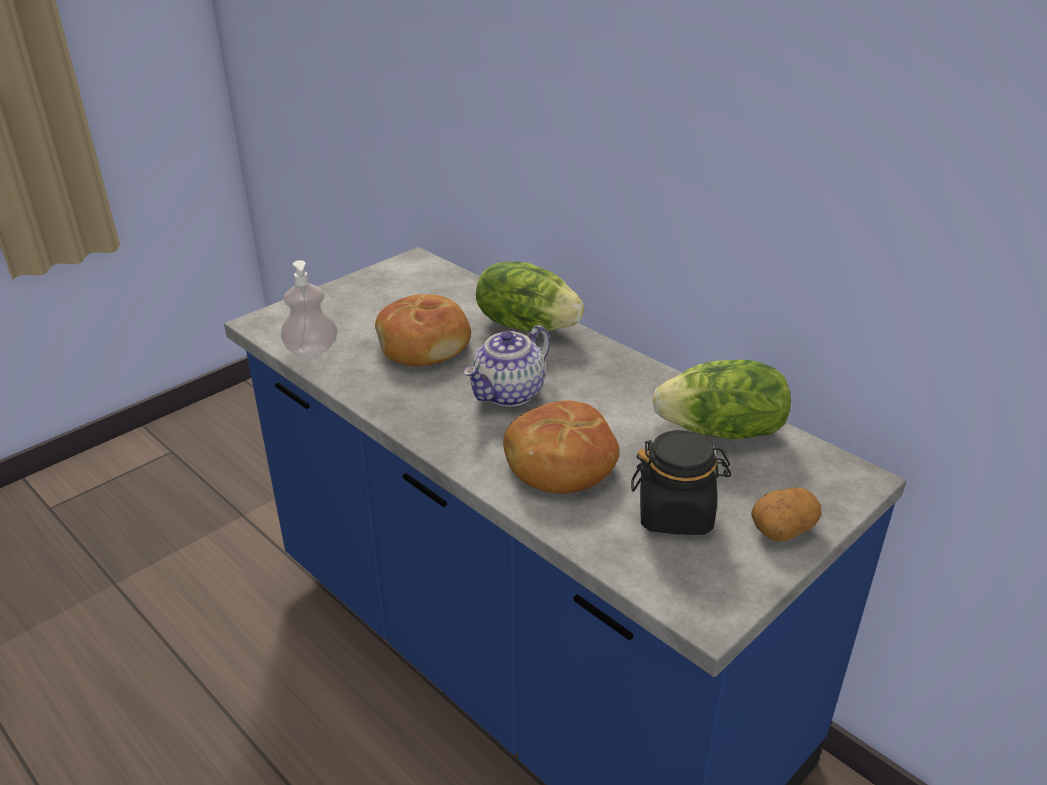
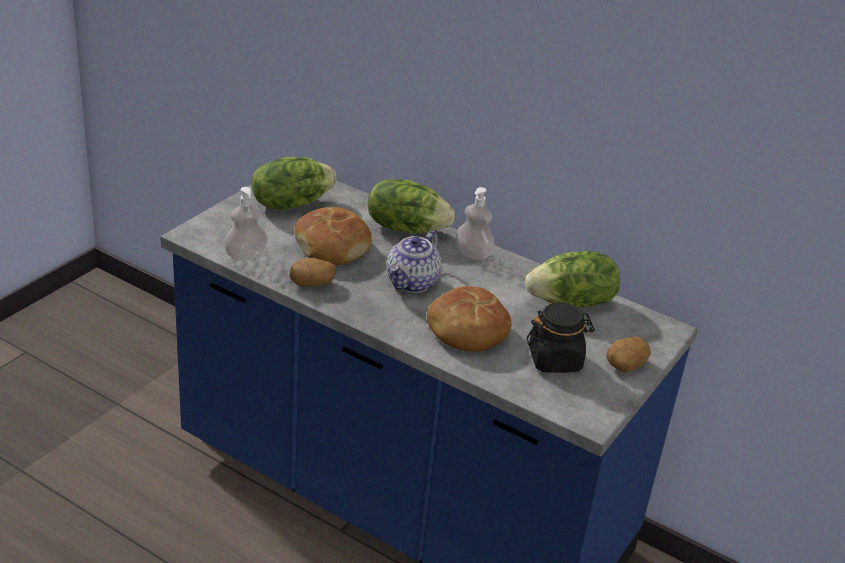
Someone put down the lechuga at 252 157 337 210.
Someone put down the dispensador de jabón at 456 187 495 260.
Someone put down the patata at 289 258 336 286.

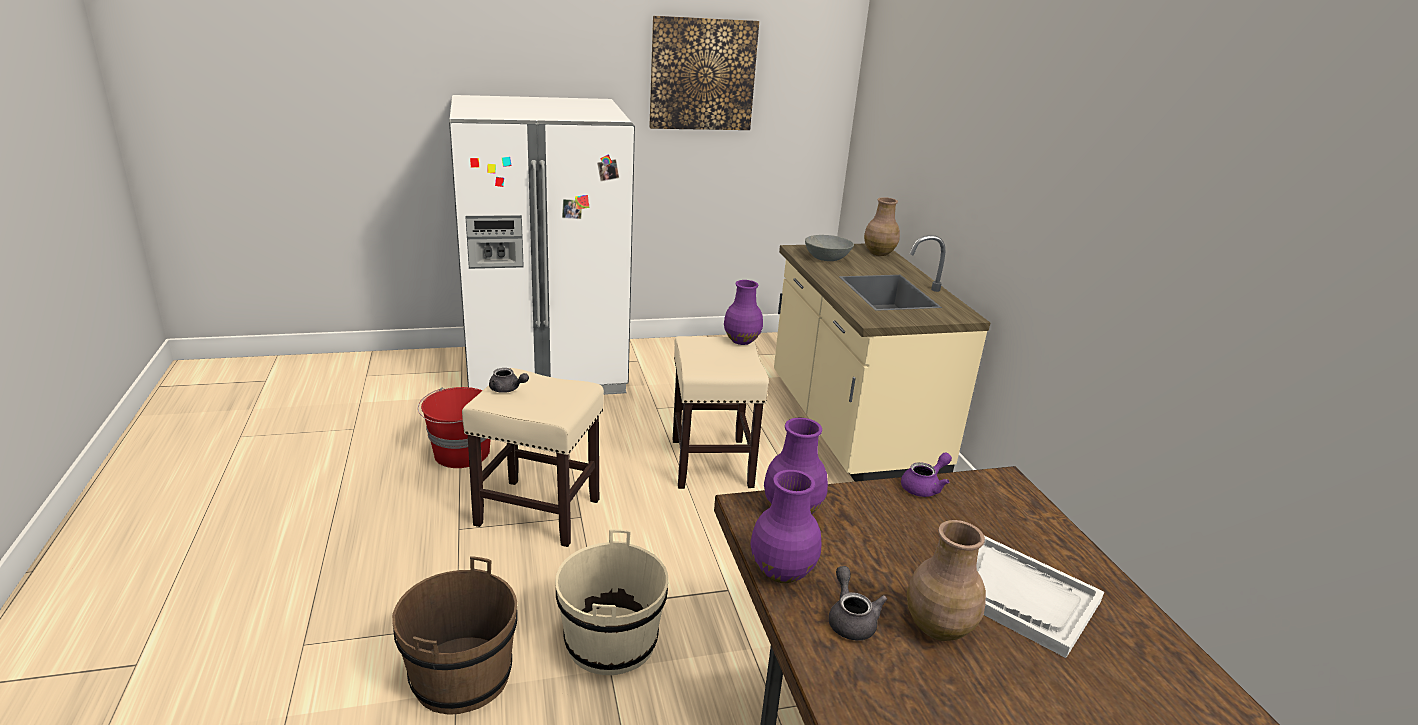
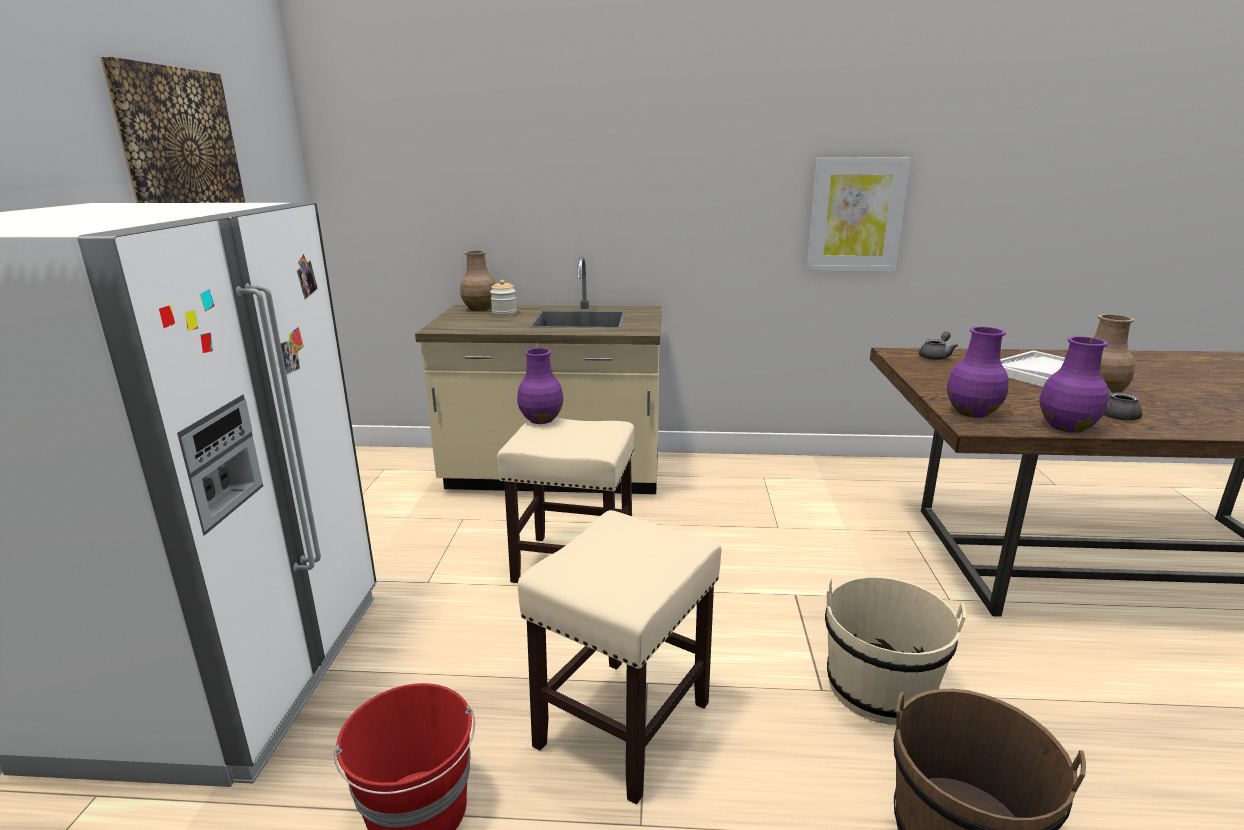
Someone took away the cuenco [gris] at 805 235 854 261.
Someone carried the tetera [gris] from 489 368 529 393 to 919 331 958 360.
Someone took away the tetera [morado] at 901 453 952 497.
Someone put up the cuadro at 806 157 911 271.
Someone put down the tarro at 490 280 517 316.

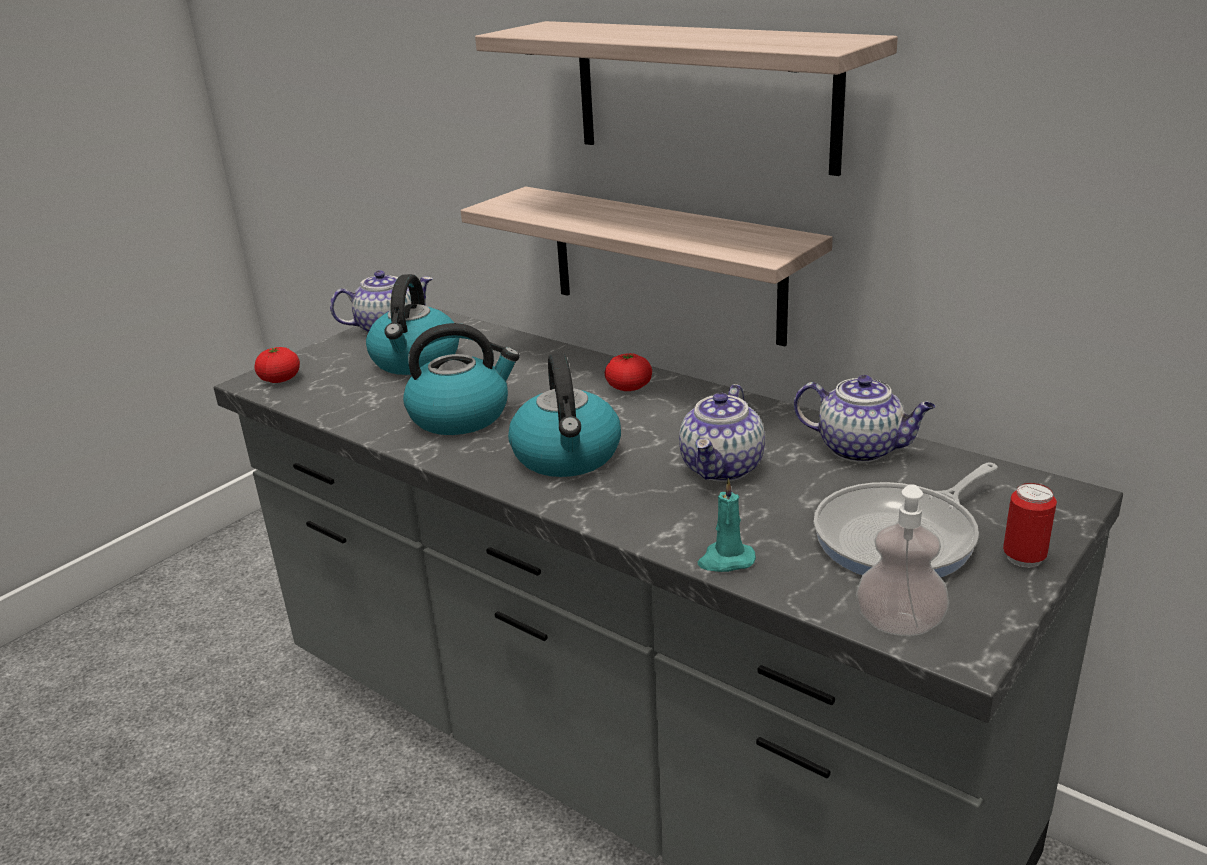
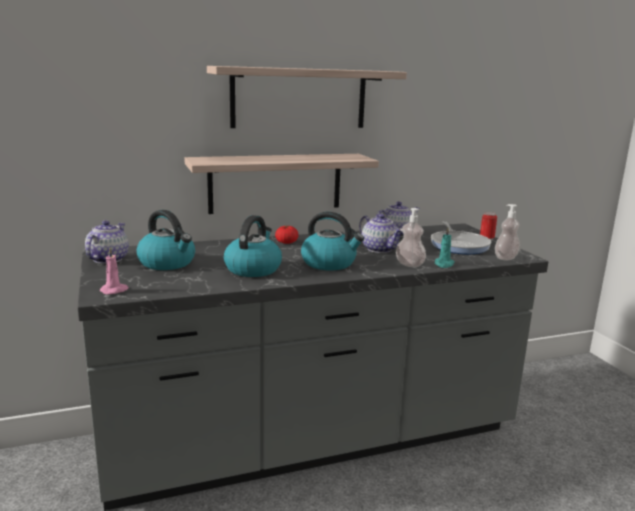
Someone swapped the tomate at 254 347 300 383 for the vela [rosa] at 100 247 128 295.
Someone put down the dispensador de jabón at 396 208 426 267.

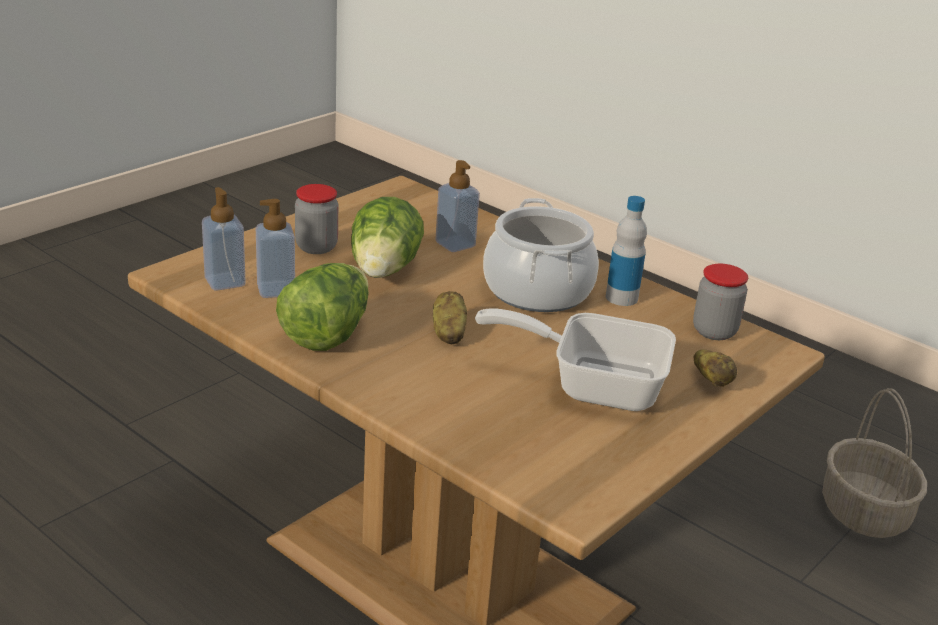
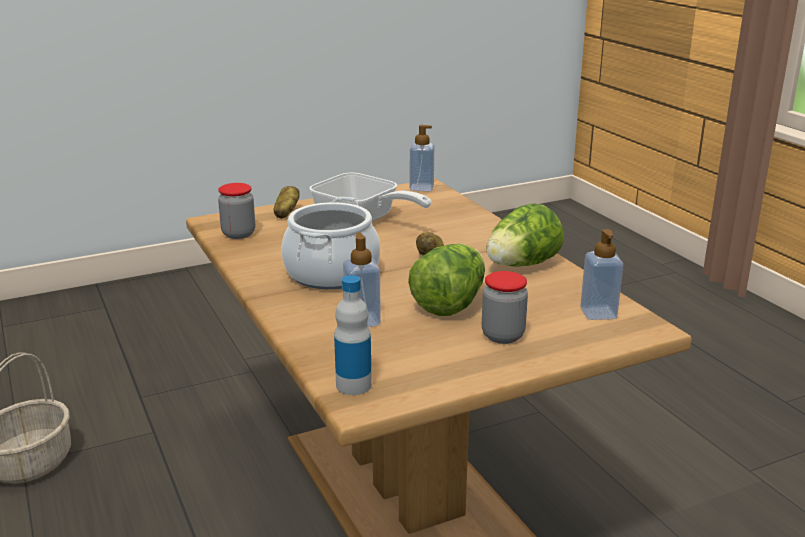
Someone carried the botella from 606 196 647 306 to 334 275 372 395.
Someone carried the dispensador de jabón from 256 199 295 298 to 410 125 434 191.

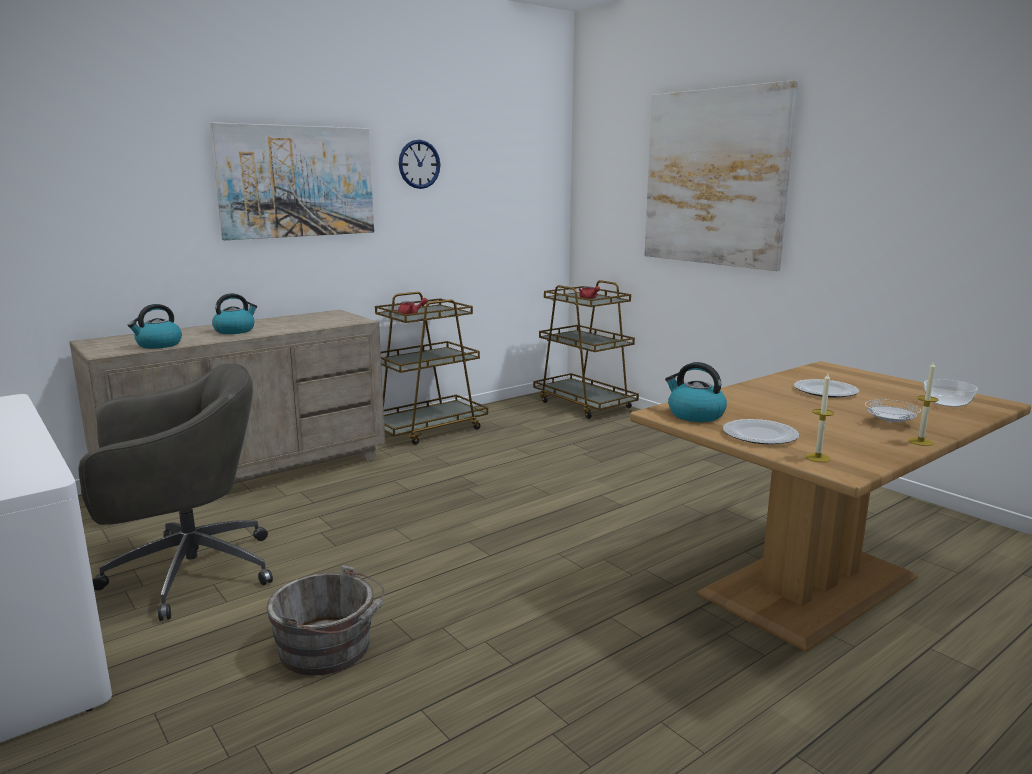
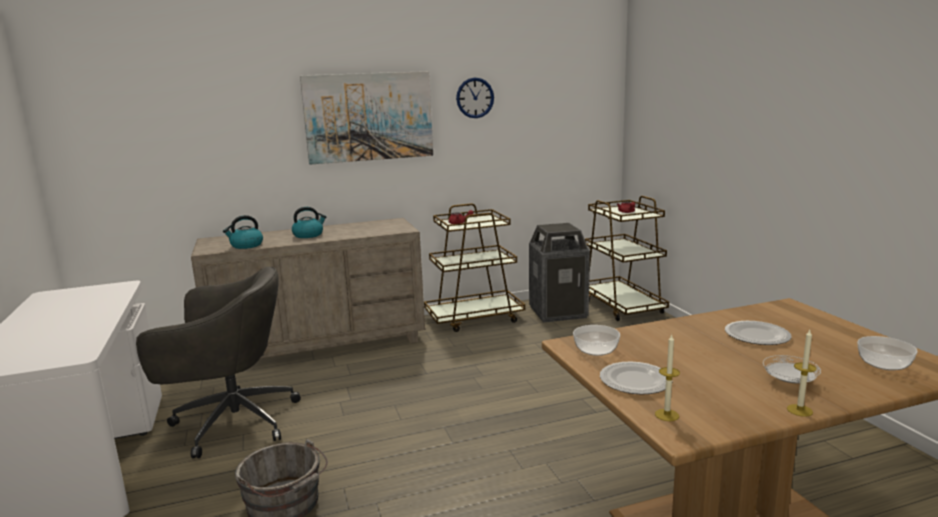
Someone took away the cuadro at 644 80 798 271.
Someone swapped the hervidor at 665 362 727 422 for the cuenco at 573 325 620 356.
Someone put down the papelera at 529 223 590 323.

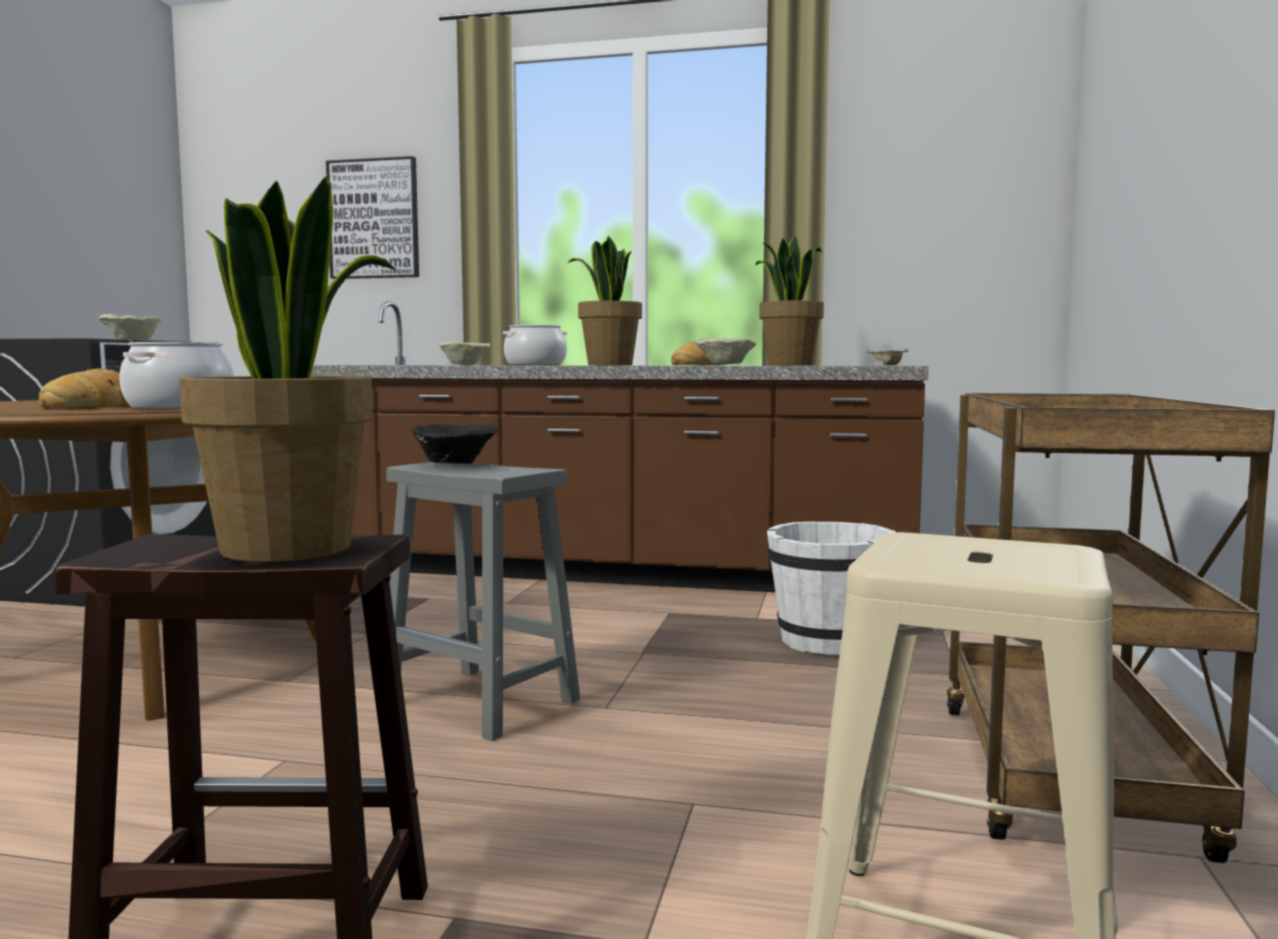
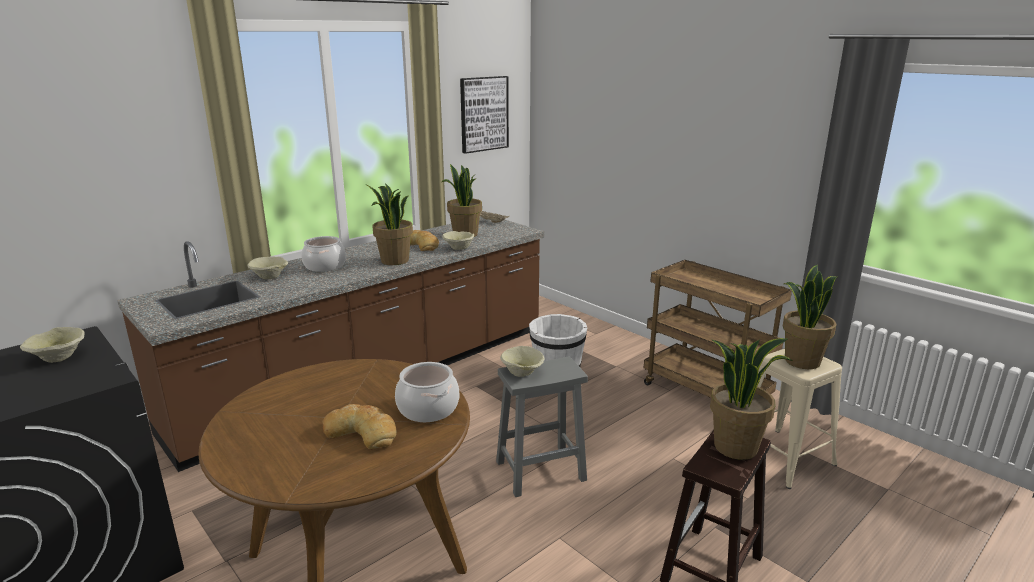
Someone carried the cuadro from 326 156 419 279 to 460 76 509 154.
Someone repainted the cuenco [negro] at 412 424 497 464, which became the cuenco [beis] at 500 346 545 377.
Someone put down the planta en maceta at 783 265 838 369.

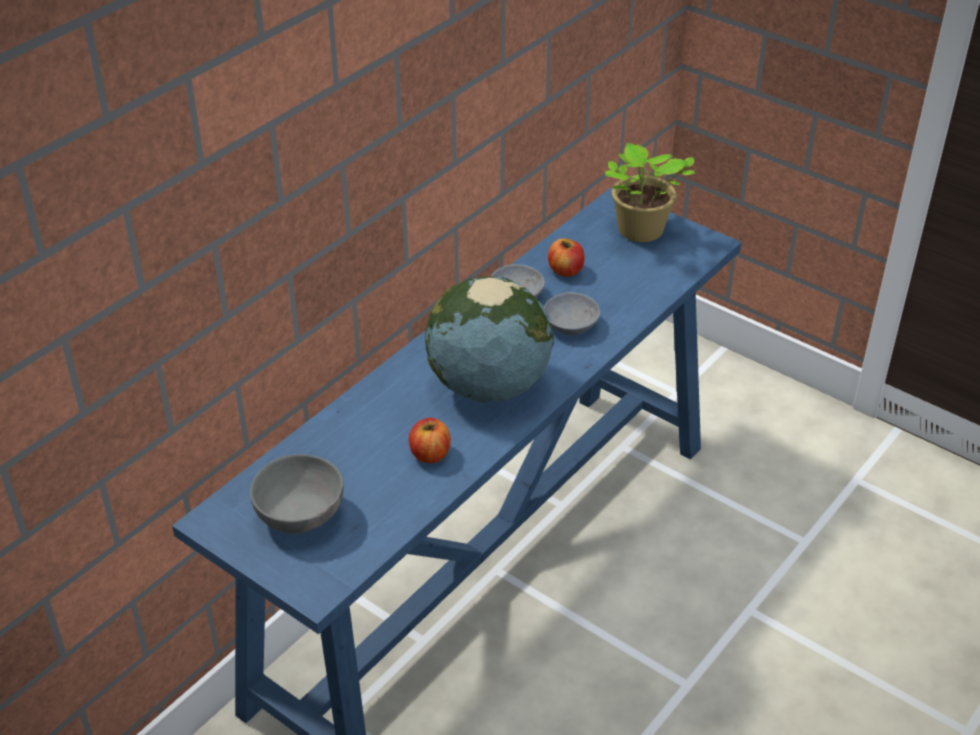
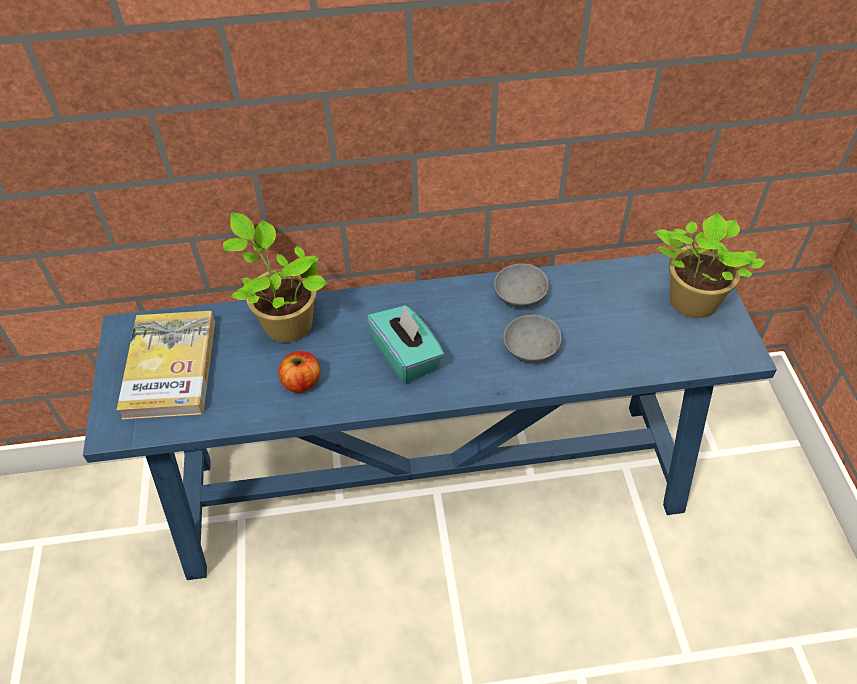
Someone took away the manzana at 548 238 585 277.
Someone swapped the globo terráqueo at 425 276 554 403 for the caja de pañuelos [turquesa] at 366 305 444 384.
Someone swapped the cuenco [gris] at 250 454 344 533 for the libro at 117 311 215 420.
Someone put down the planta en maceta at 223 213 327 343.

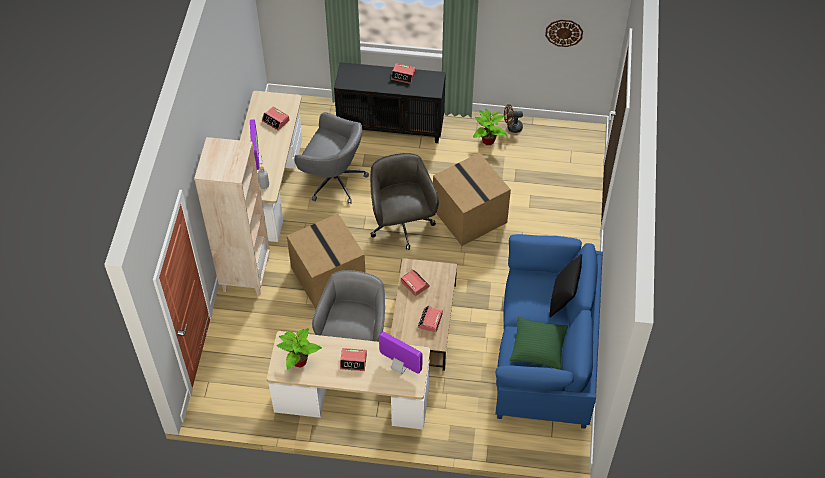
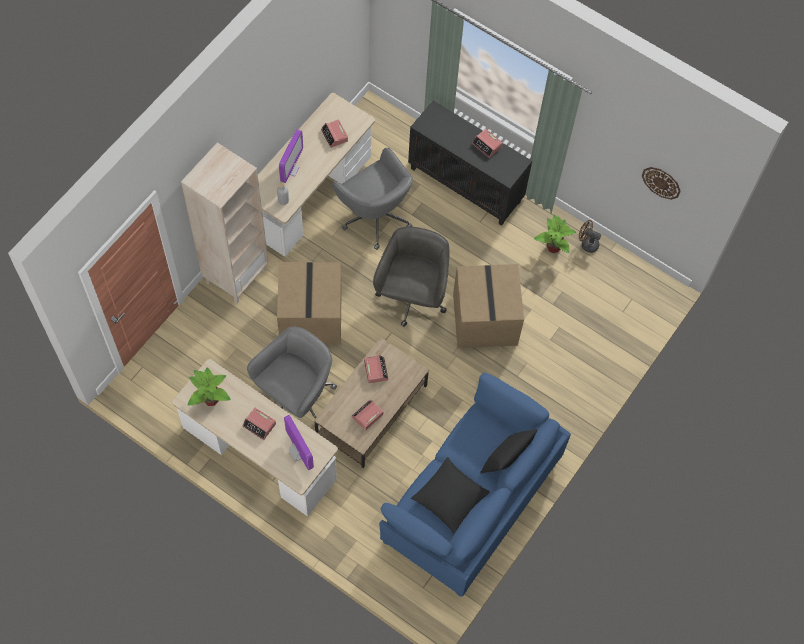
Someone repainted the cojín [verde] at 510 316 568 370, which became the cojín [negro] at 411 457 490 534.

